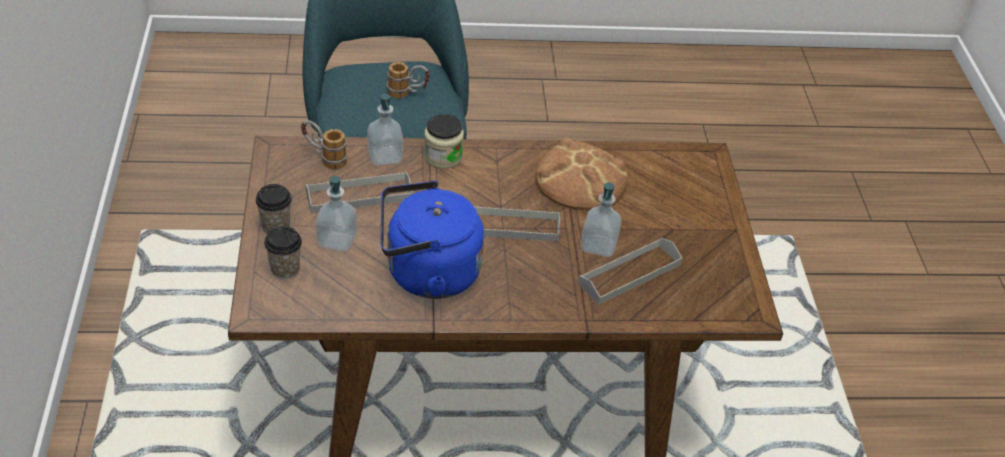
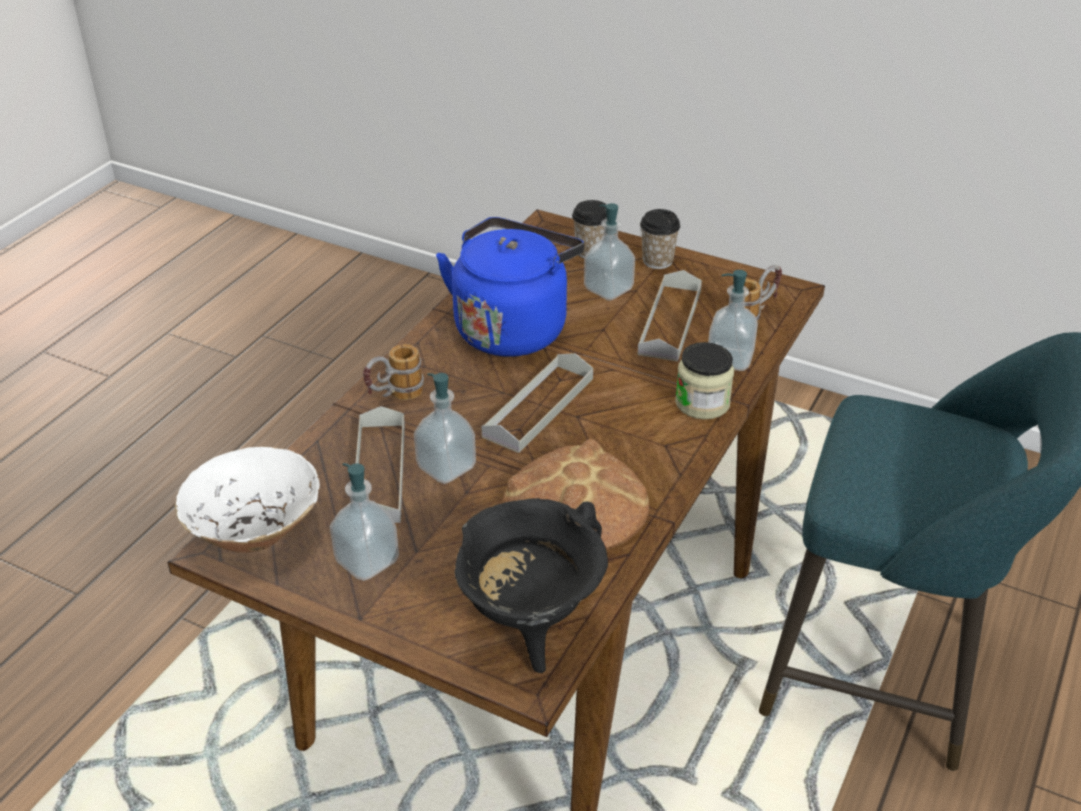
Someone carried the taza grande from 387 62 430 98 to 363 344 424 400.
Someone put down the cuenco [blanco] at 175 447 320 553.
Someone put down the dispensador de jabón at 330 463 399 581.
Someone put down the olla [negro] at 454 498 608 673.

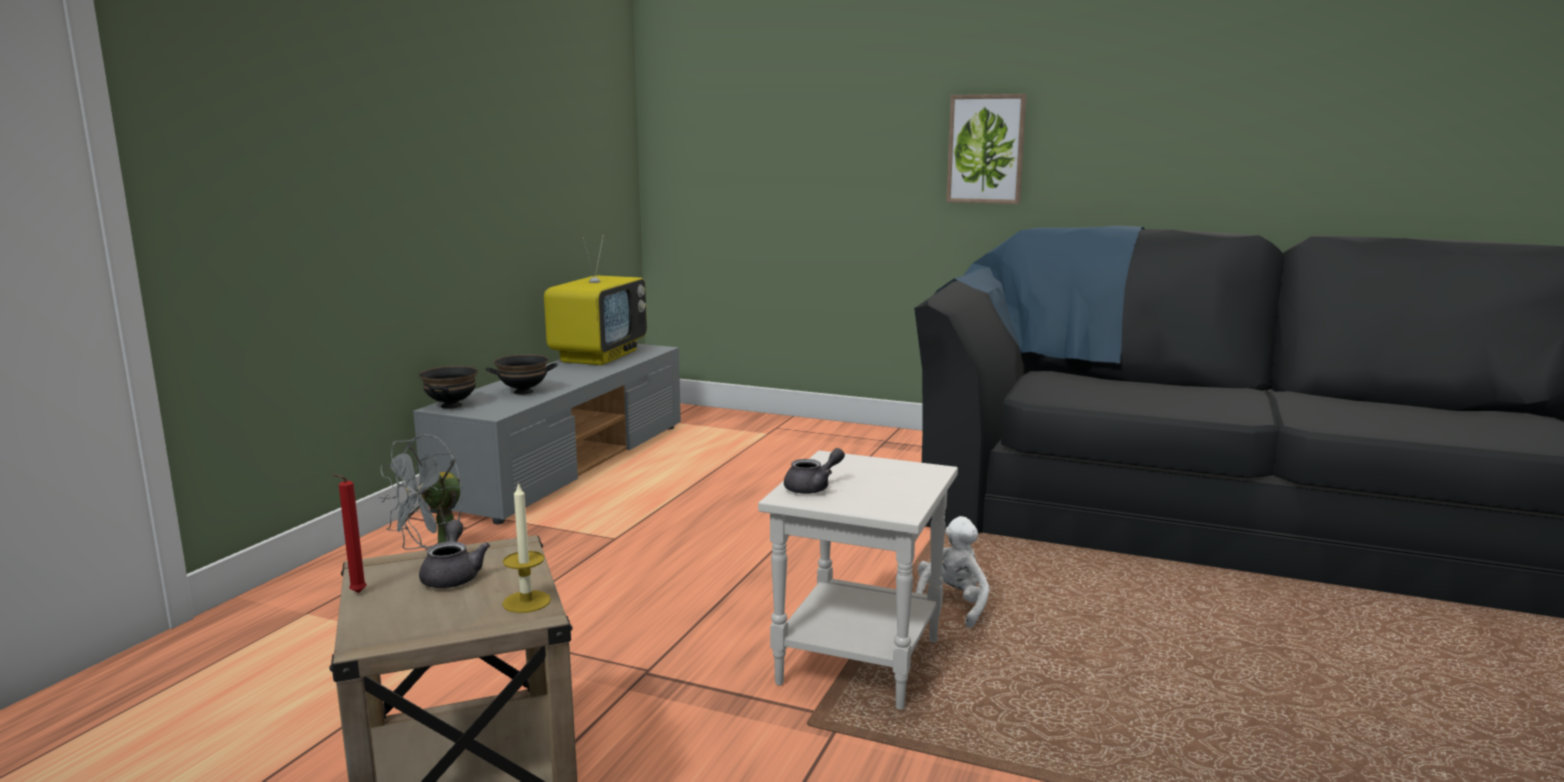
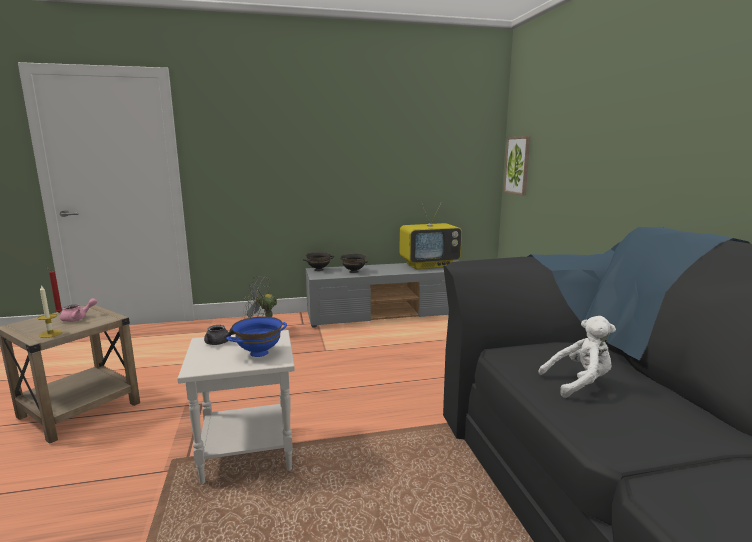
Someone carried the cuadro from 946 94 1027 204 to 504 136 531 196.
Someone carried the peluche [blanco] from 916 516 990 628 to 538 316 616 398.
Someone repainted the tetera [gris] at 419 520 490 588, which became the tetera [rosa] at 60 298 97 322.
Someone put down the cuenco [azul] at 226 316 287 357.

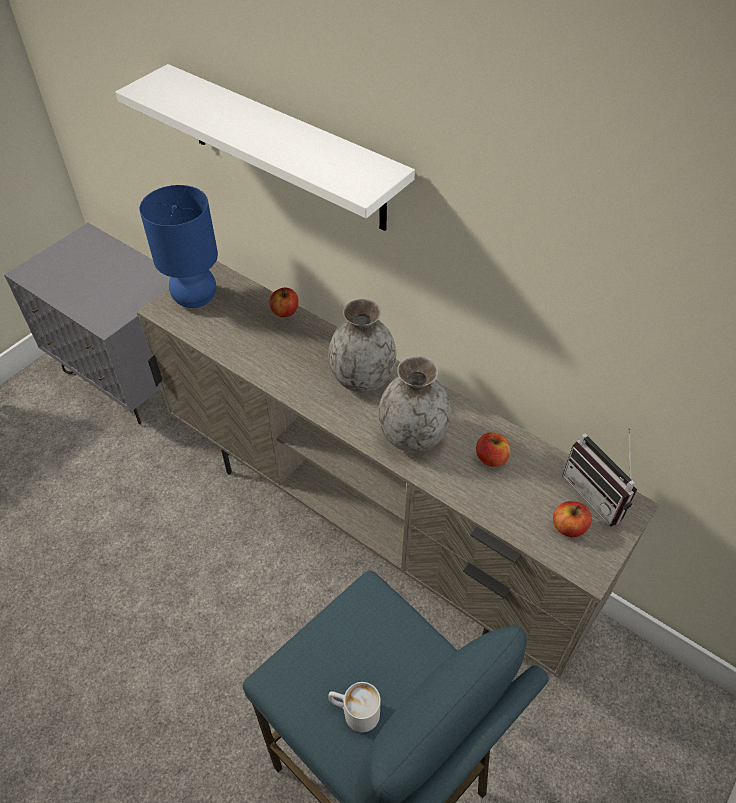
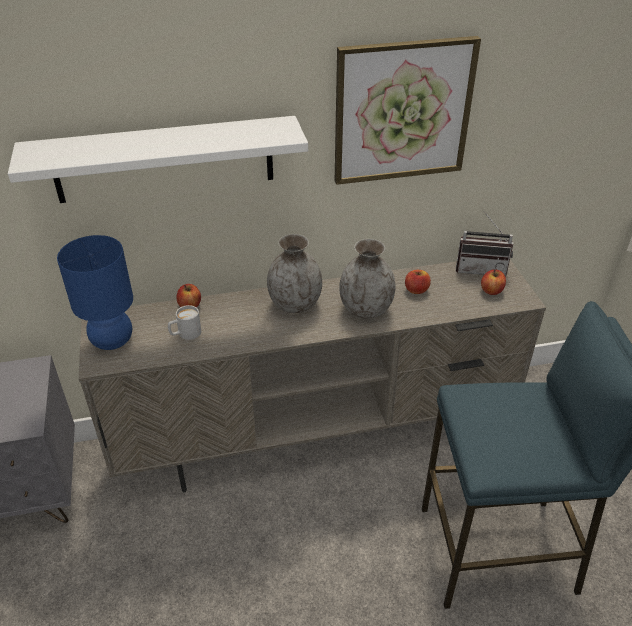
Someone carried the taza grande [blanco] from 328 682 381 732 to 168 305 201 340.
Someone put up the cuadro at 335 36 481 185.

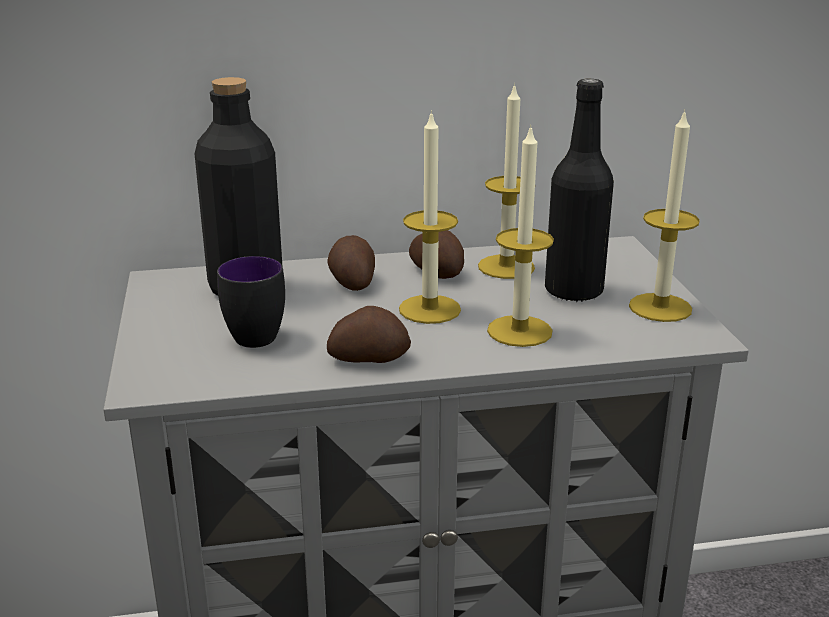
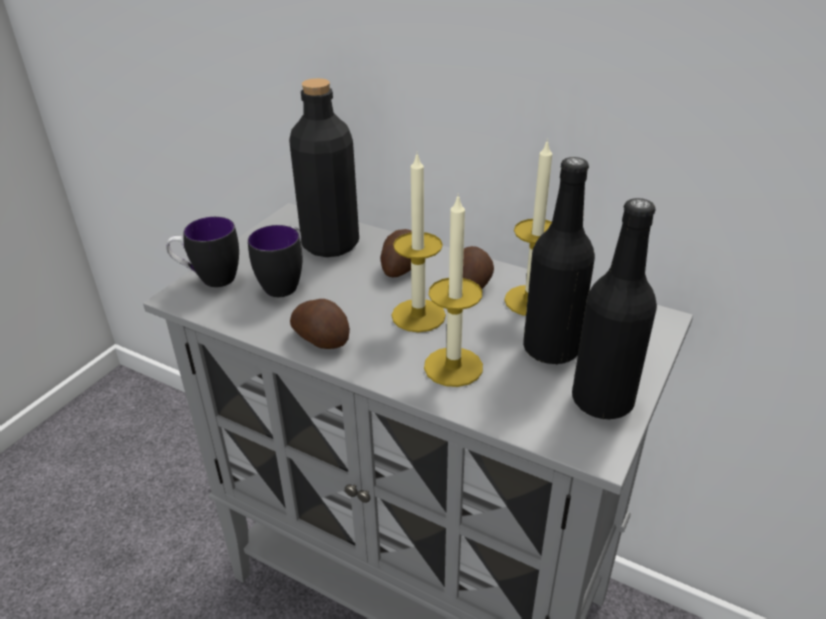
Someone swapped the vela at 629 109 700 322 for the botella [negro] at 572 198 657 419.
Someone put down the taza grande at 166 217 239 287.

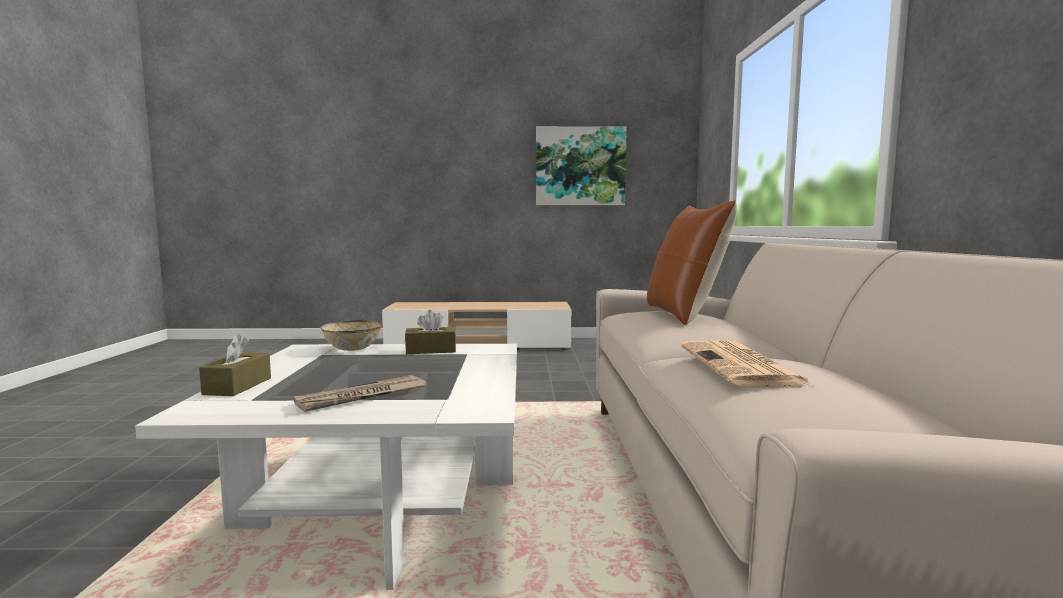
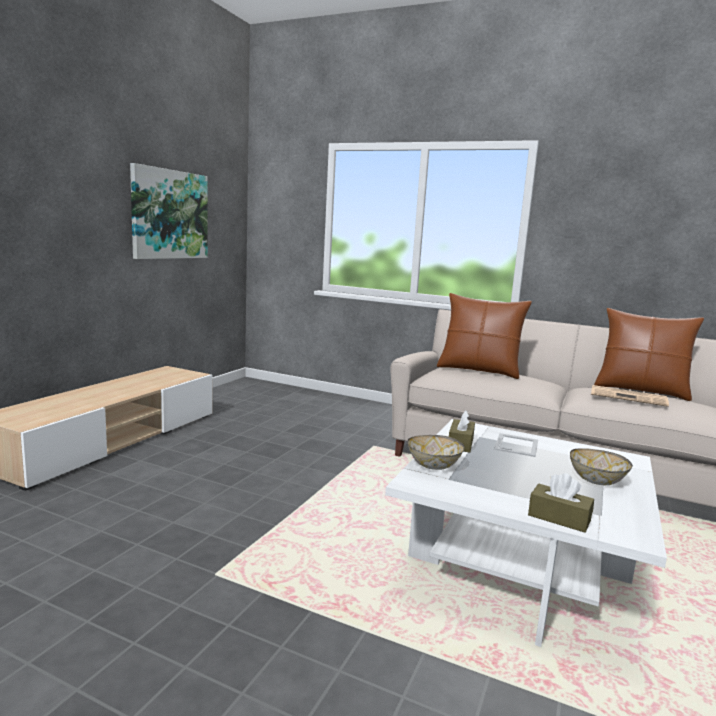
Someone swapped the periódico at 294 375 426 412 for the cuenco at 570 448 633 485.
Someone put down the cojín [marrón] at 594 308 704 401.
Someone put down the portarretratos at 494 433 538 457.

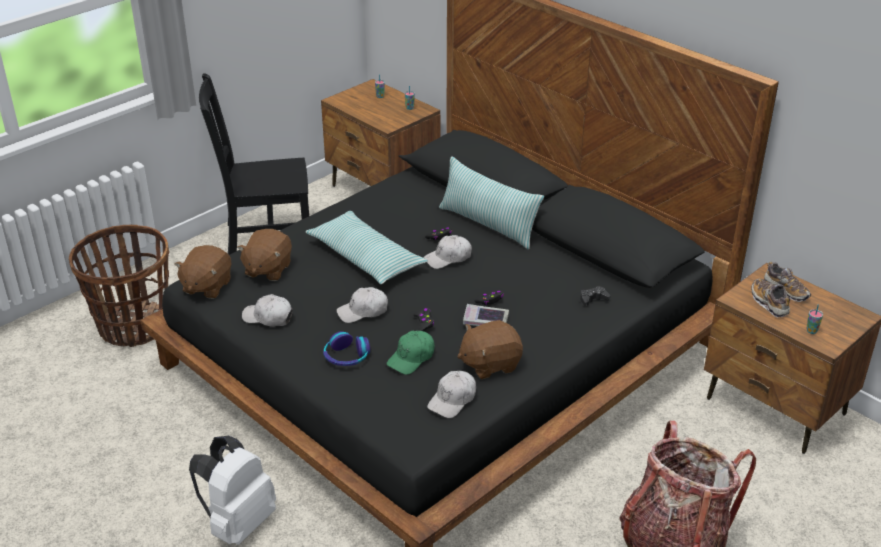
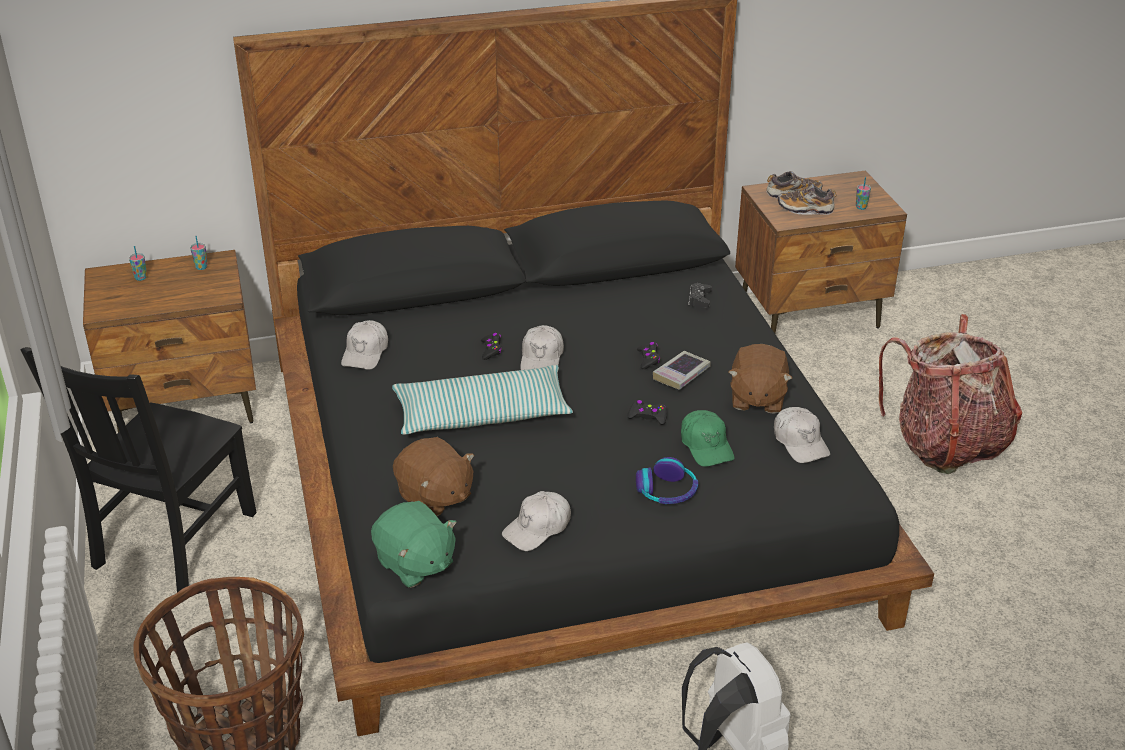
Someone took away the cojín at 439 156 544 250.
Someone repainted the peluche [marrón] at 174 245 232 299, which became the peluche [verde] at 371 501 457 588.
Someone carried the gorra [blanco] from 336 287 388 323 to 341 320 388 370.

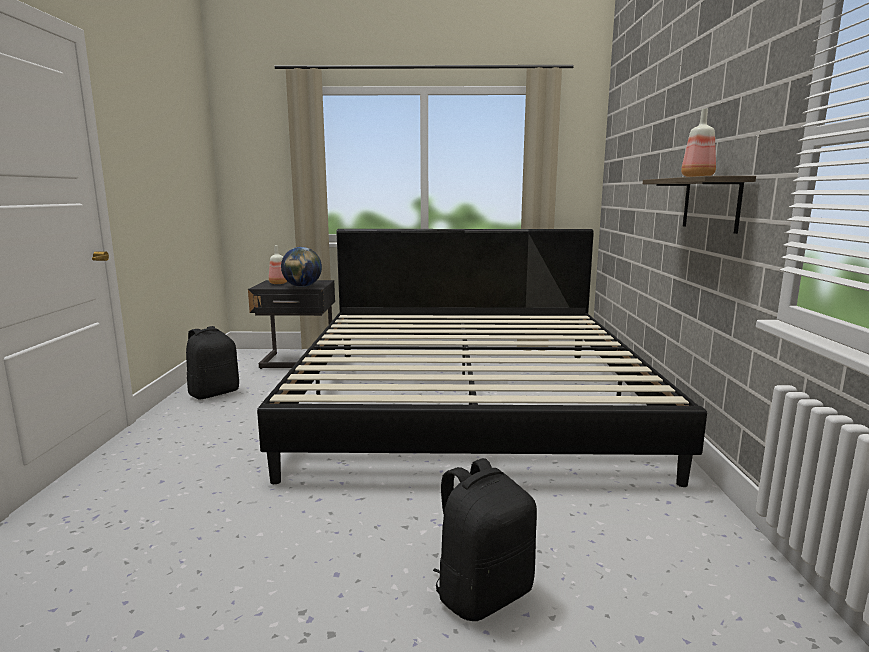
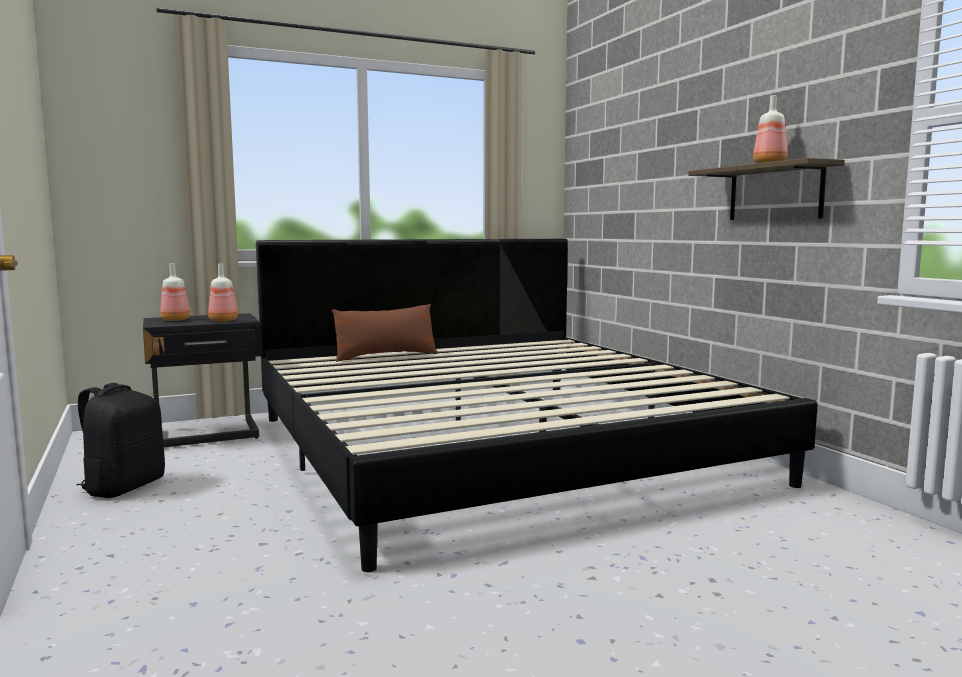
Someone swapped the globo terráqueo at 281 247 322 287 for the botella at 208 264 238 322.
Someone took away the mochila [negro] at 433 458 537 621.
Someone put down the cojín [marrón] at 332 304 438 362.

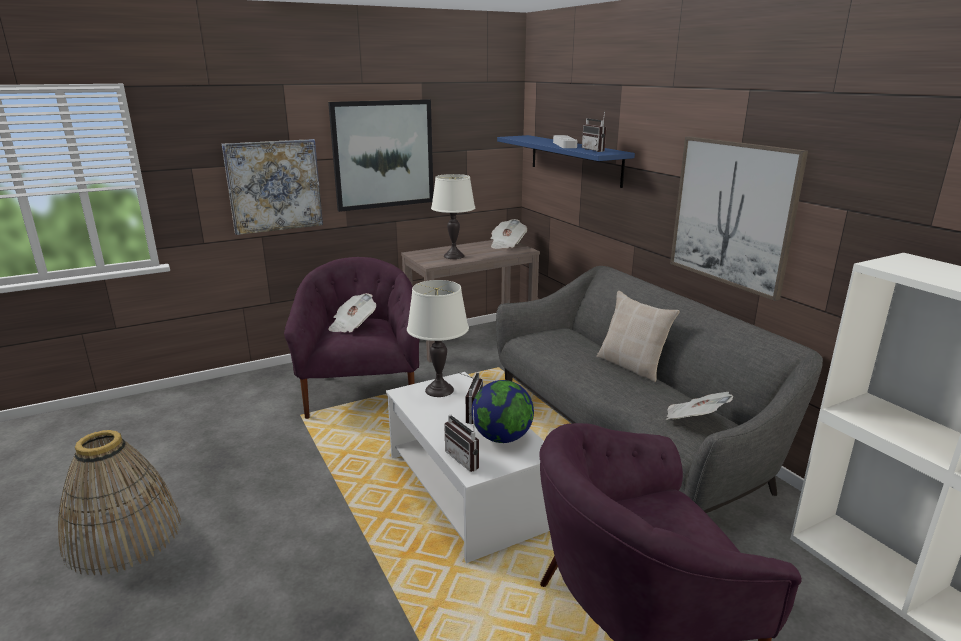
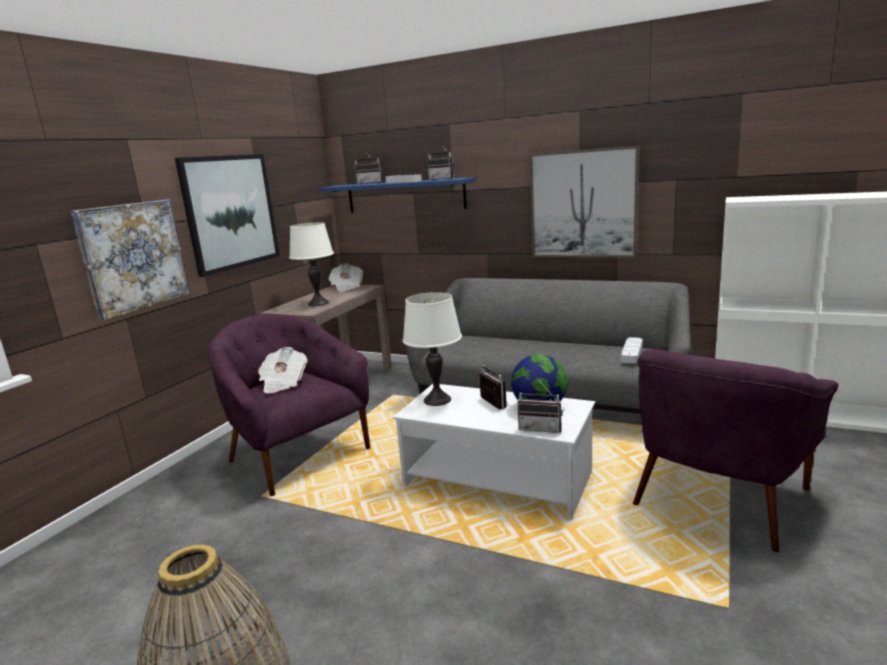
Someone took away the cojín [beis] at 597 291 680 382.
Someone swapped the periódico at 666 392 733 420 for the bandeja [gris] at 621 337 643 364.
Someone put down the radio at 355 154 382 184.

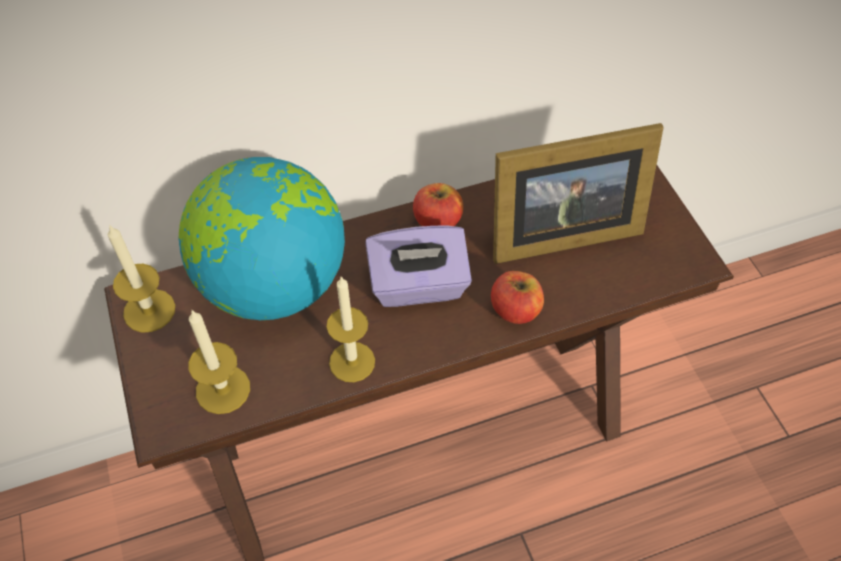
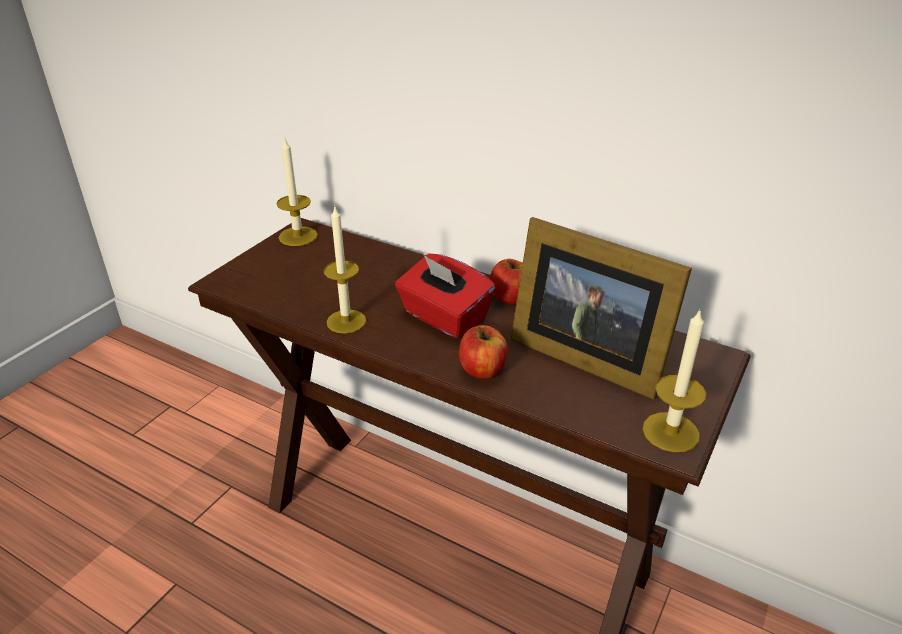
Someone took away the globo terráqueo at 179 157 345 320.
Someone repainted the caja de pañuelos [morado] at 365 225 472 307, which became the caja de pañuelos [rojo] at 395 254 495 338.
Someone carried the vela from 189 310 250 414 to 642 310 706 452.

